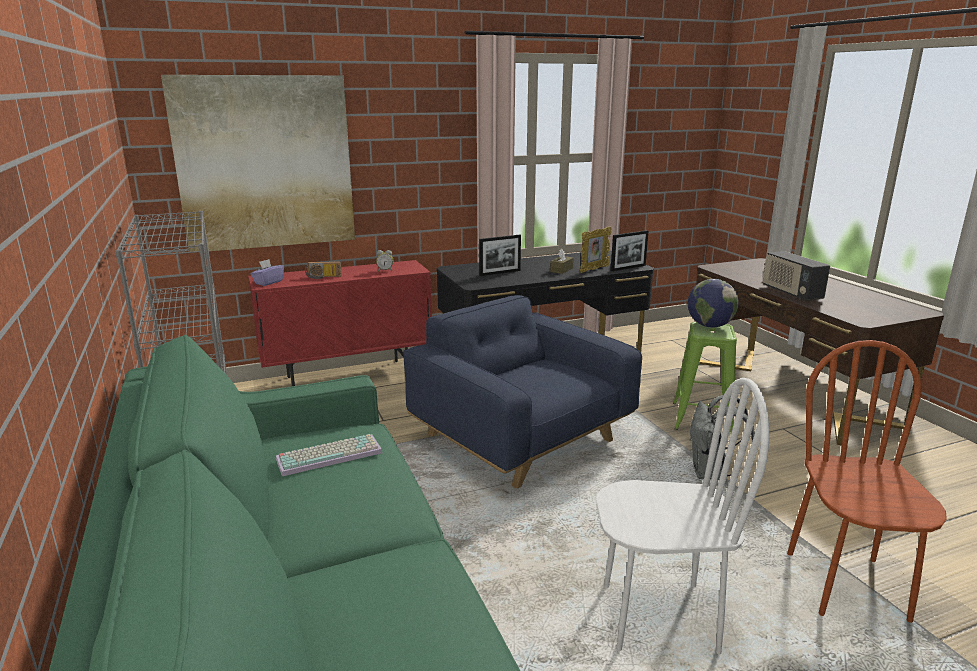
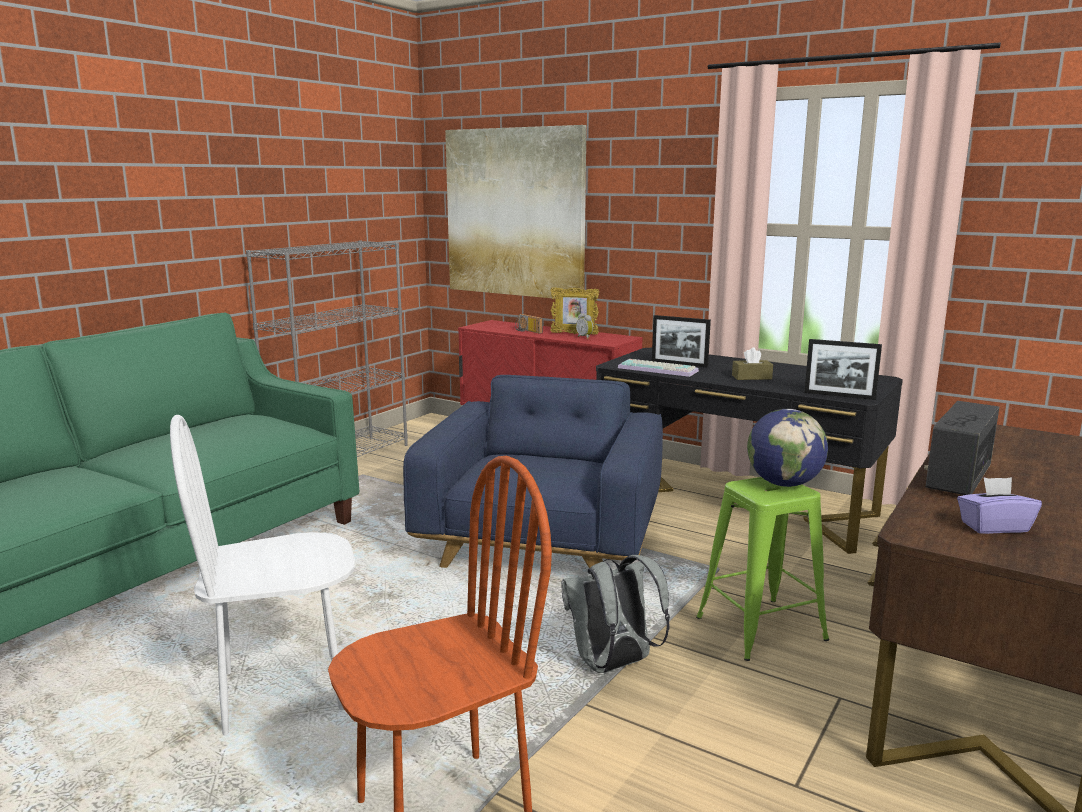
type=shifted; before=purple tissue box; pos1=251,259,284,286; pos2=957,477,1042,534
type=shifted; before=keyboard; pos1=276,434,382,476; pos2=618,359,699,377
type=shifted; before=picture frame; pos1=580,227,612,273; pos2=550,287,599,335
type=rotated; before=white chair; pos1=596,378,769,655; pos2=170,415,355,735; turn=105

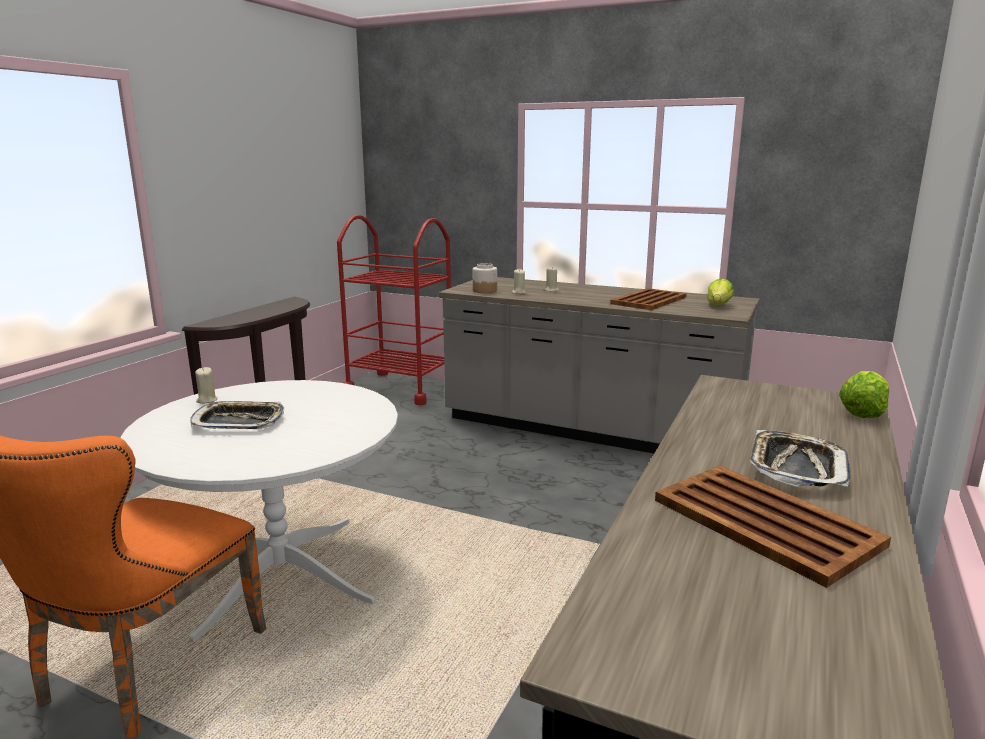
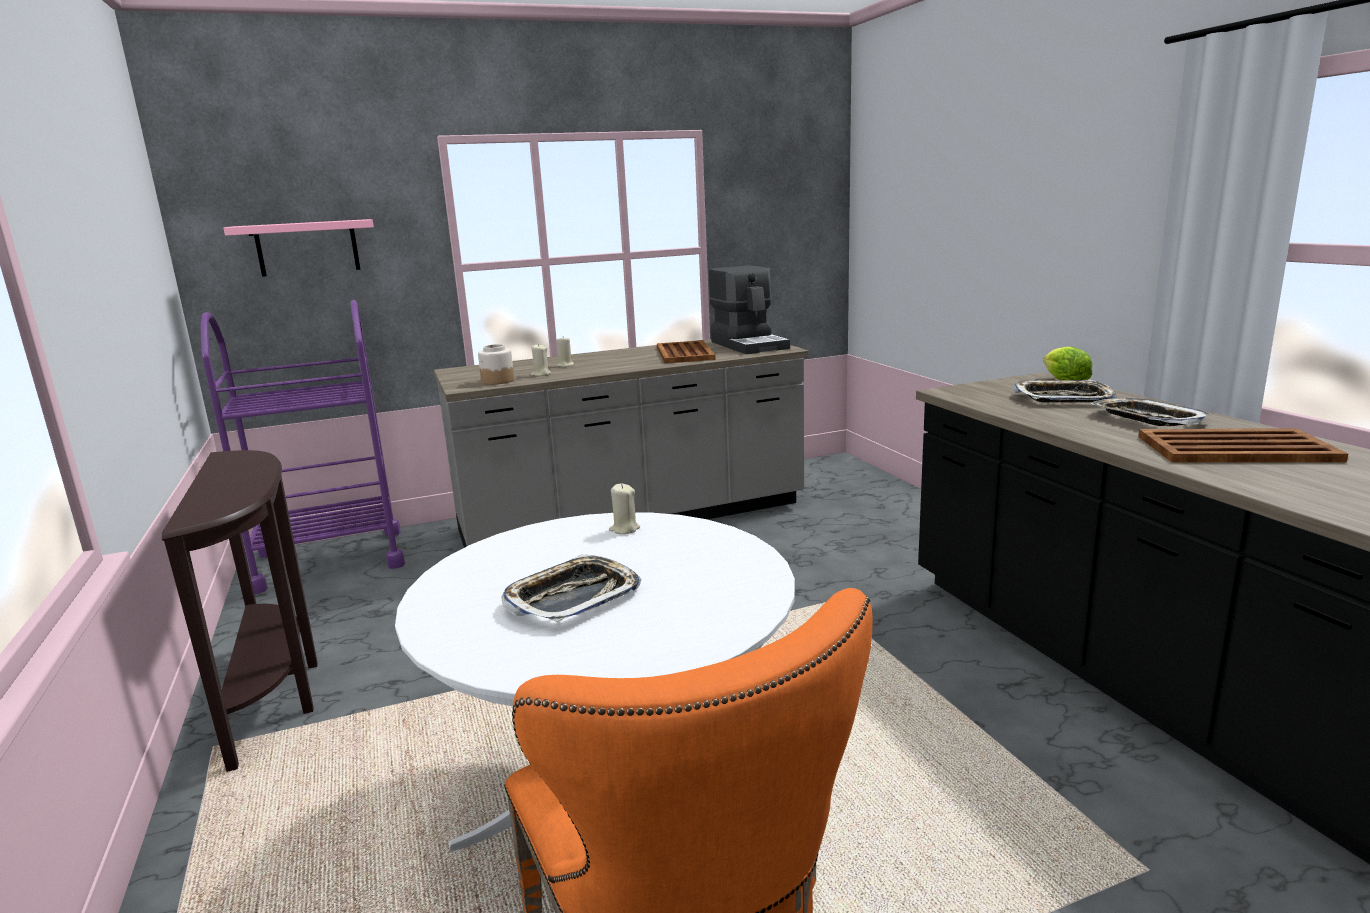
type=shifted; before=beige candle; pos1=195,367,218,404; pos2=609,483,640,534
type=repainted; before=red cart; after=purple cart; pos1=337,215,451,405; pos2=201,300,405,594
type=swapped; before=lettuce; after=coffee machine; pos1=707,278,734,305; pos2=709,265,790,354
type=new; after=pink shelf; pos2=224,219,374,277
type=new; after=tray; pos2=1011,380,1117,403

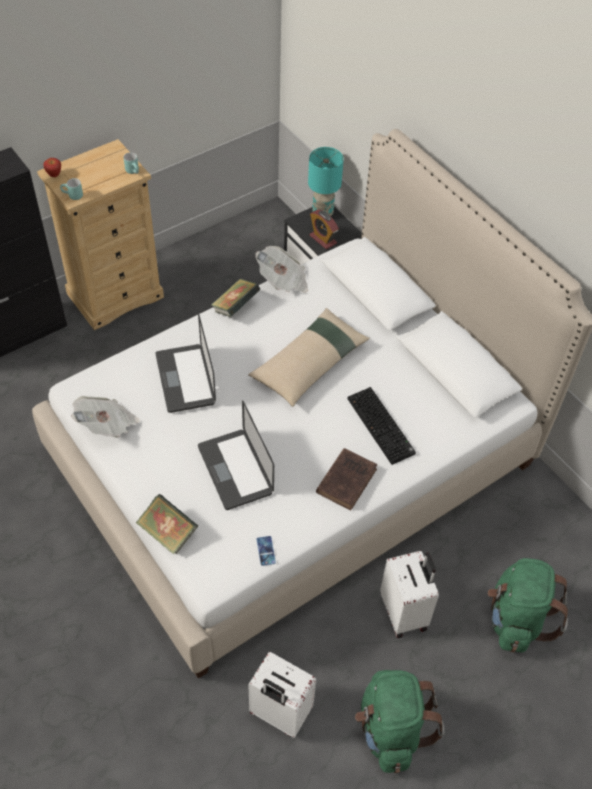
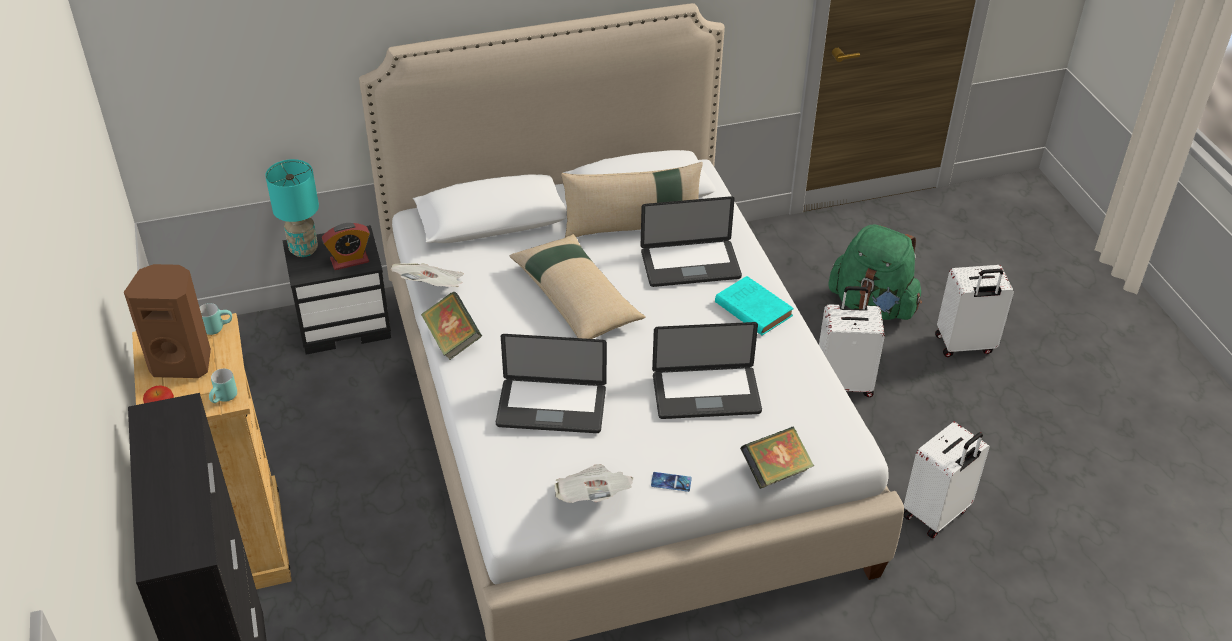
type=shifted; before=phone; pos1=257,536,276,566; pos2=651,472,692,492
type=repainted; before=brown book; after=turquoise book; pos1=316,448,378,510; pos2=715,276,794,336
type=swapped; before=keyboard; after=laptop; pos1=348,387,416,465; pos2=641,196,742,287
type=gone; before=green backpack; pos1=355,670,444,773
type=new; after=brown speaker; pos2=124,264,211,378
type=new; after=beige pillow; pos2=561,162,703,237
type=new; after=white suitcase; pos2=935,265,1014,357

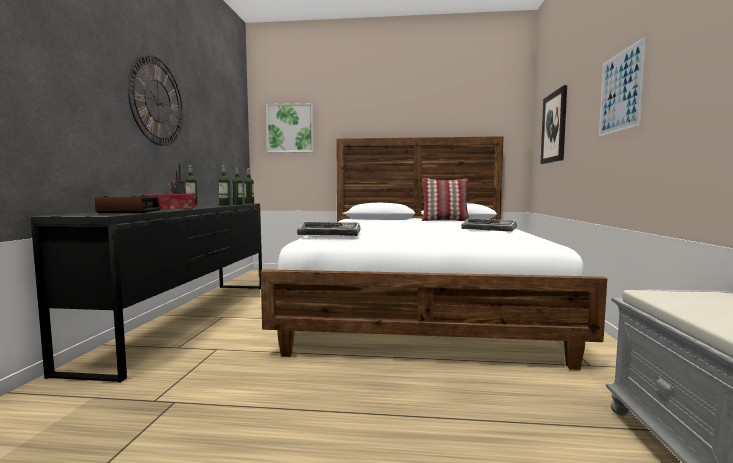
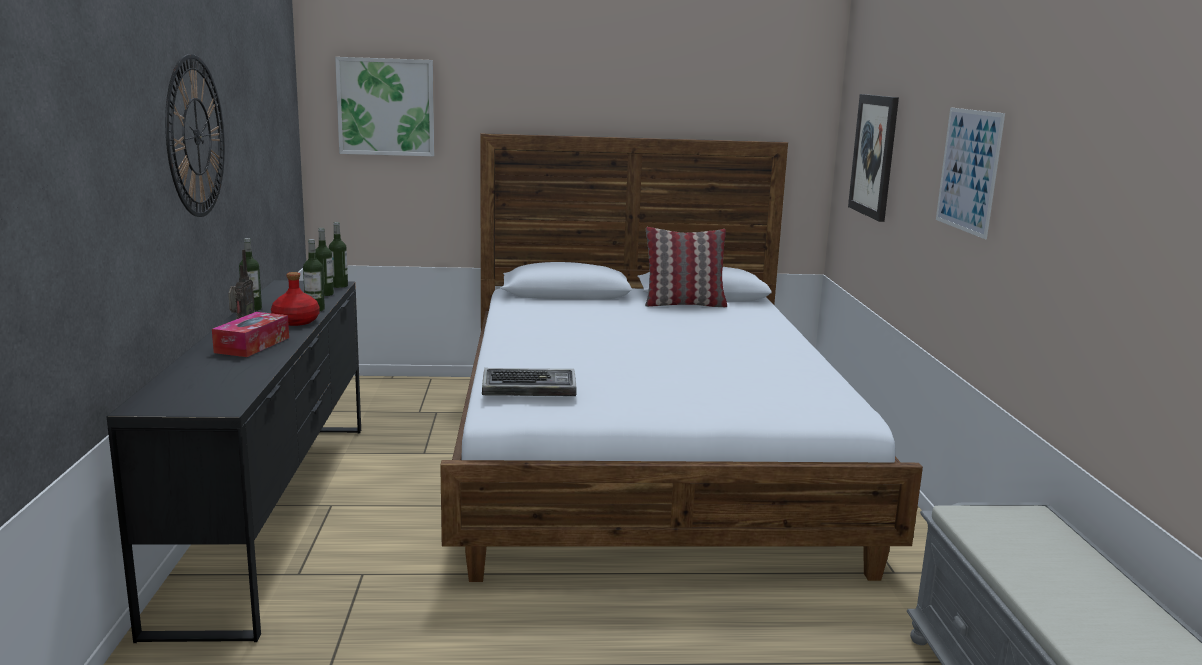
type=gone; before=alarm clock; pos1=95,195,161,213
type=gone; before=keyboard; pos1=461,218,517,232
type=new; after=red bottle; pos2=271,272,319,326

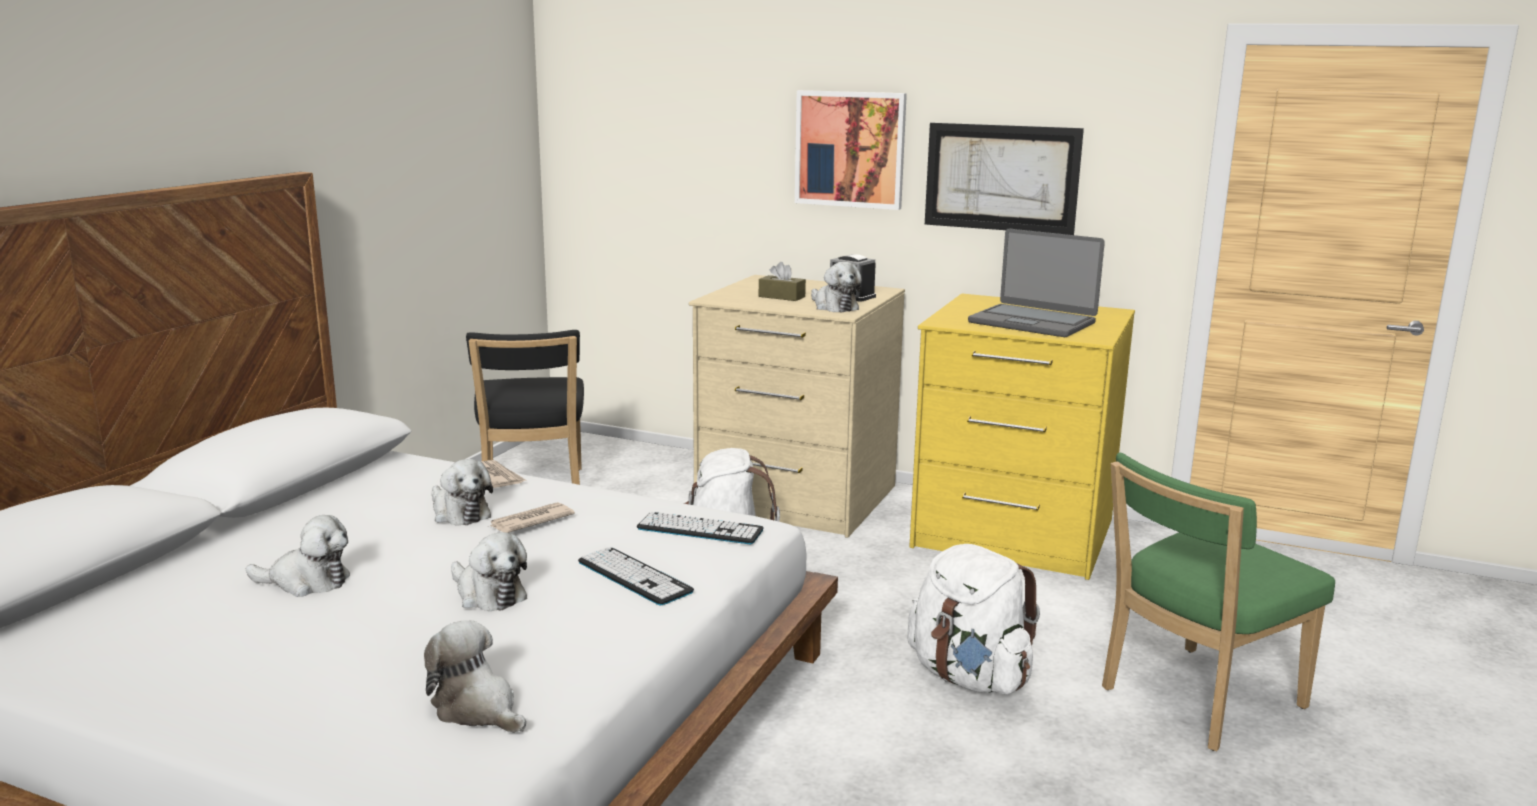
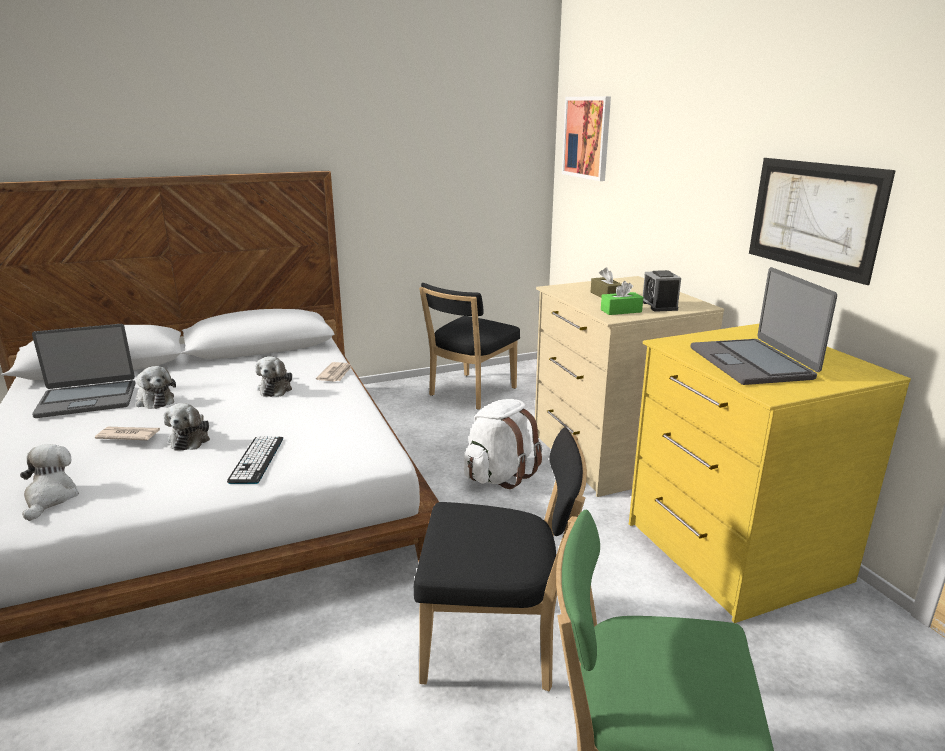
type=shifted; before=newspaper; pos1=490,502,575,533; pos2=95,427,160,440
type=gone; before=keyboard; pos1=637,512,764,544
type=shifted; before=picture; pos1=795,90,907,210; pos2=562,96,611,181
type=swapped; before=plush toy; after=green tissue box; pos1=811,262,862,312; pos2=601,281,644,315
type=swapped; before=white backpack; after=black chair; pos1=907,544,1040,695; pos2=414,428,587,691
type=new; after=laptop; pos2=32,324,136,418

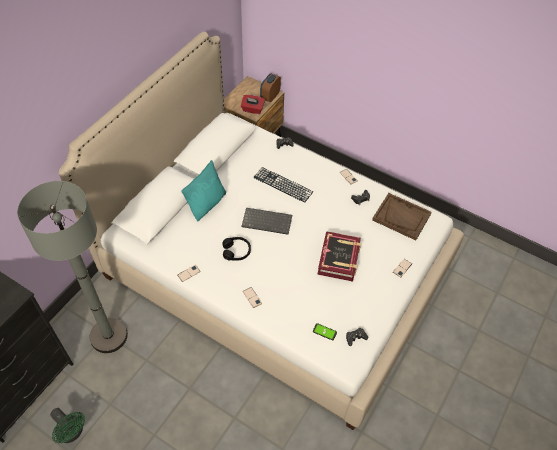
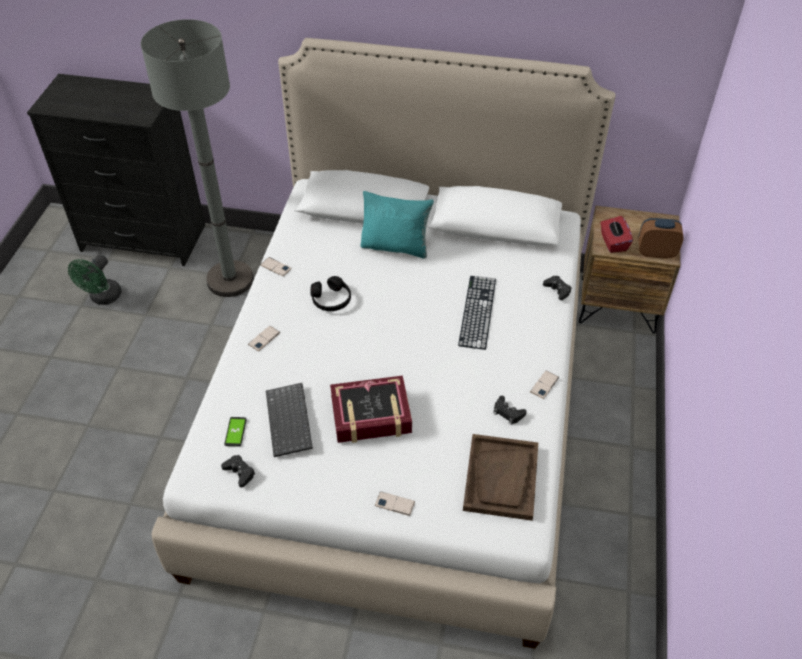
type=shifted; before=keyboard; pos1=241,208,292,235; pos2=266,383,313,457

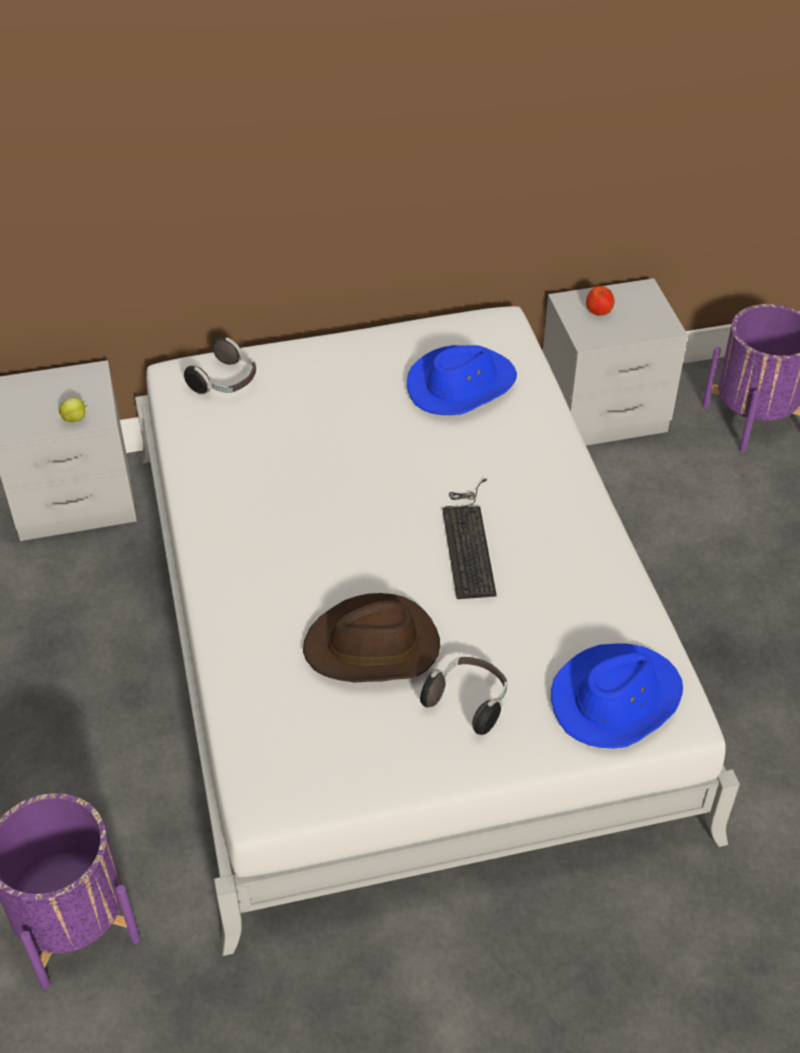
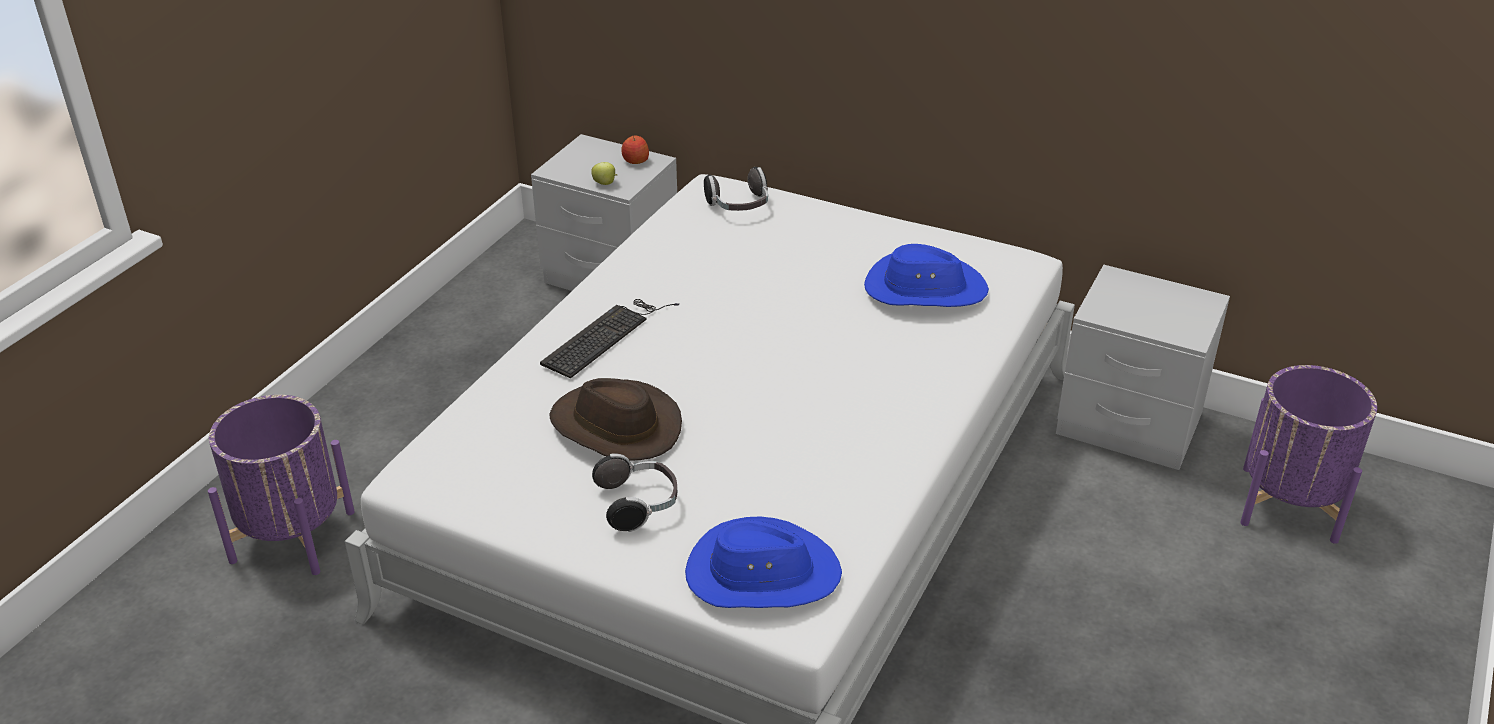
type=shifted; before=keyboard; pos1=443,479,497,599; pos2=540,299,679,379
type=shifted; before=apple; pos1=586,286,615,315; pos2=621,136,649,164

